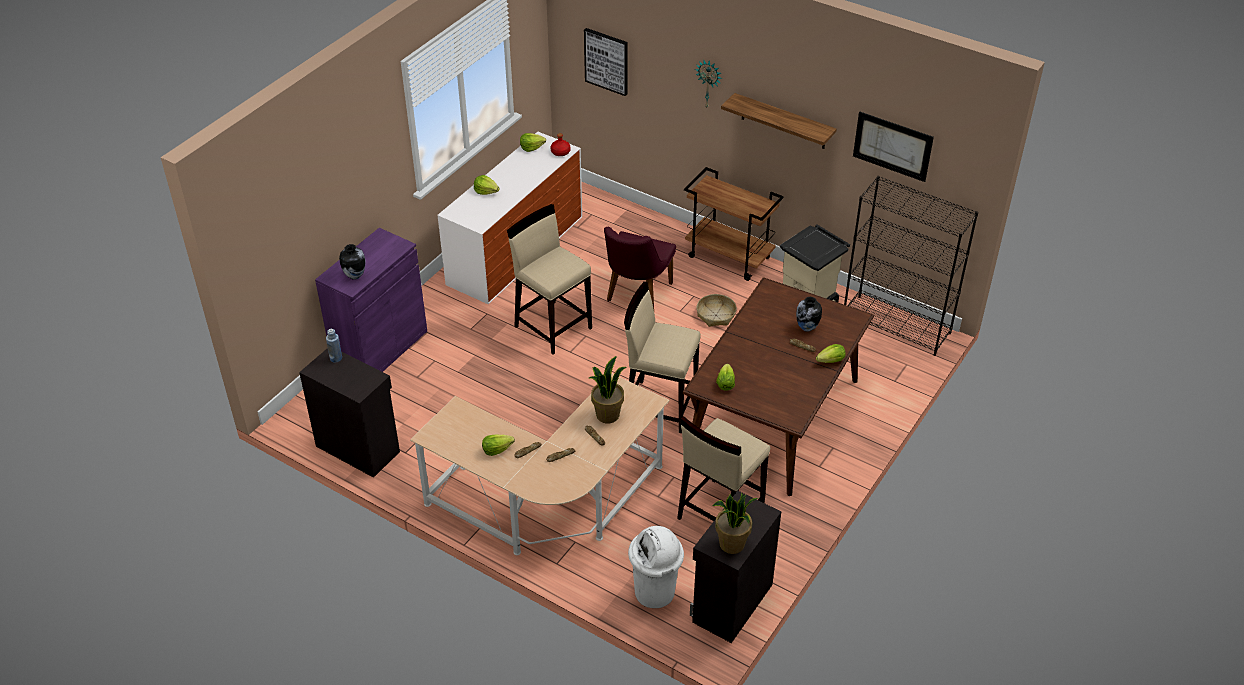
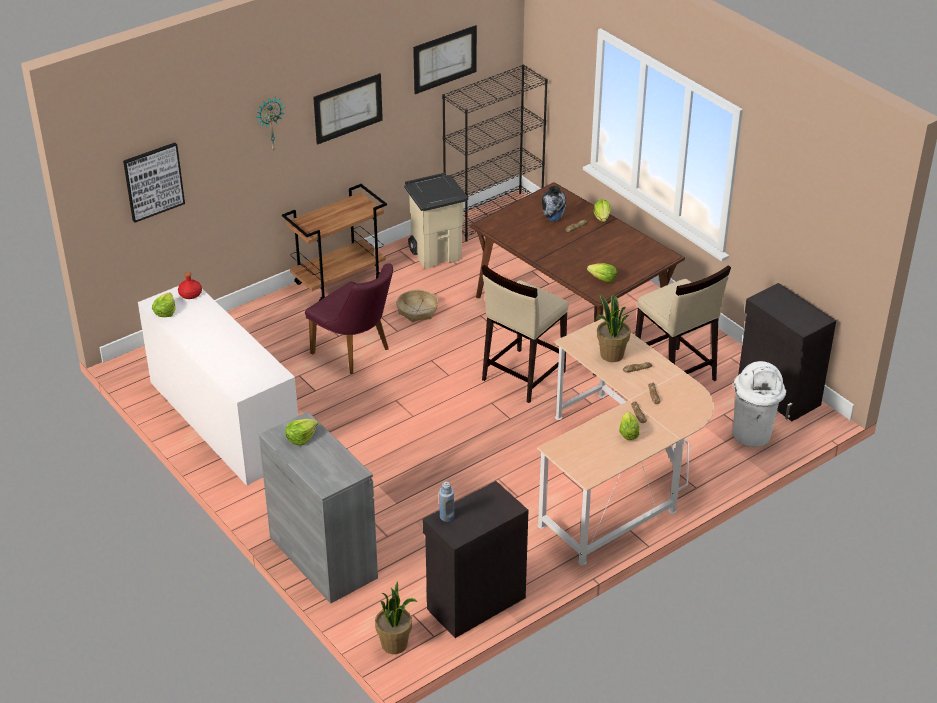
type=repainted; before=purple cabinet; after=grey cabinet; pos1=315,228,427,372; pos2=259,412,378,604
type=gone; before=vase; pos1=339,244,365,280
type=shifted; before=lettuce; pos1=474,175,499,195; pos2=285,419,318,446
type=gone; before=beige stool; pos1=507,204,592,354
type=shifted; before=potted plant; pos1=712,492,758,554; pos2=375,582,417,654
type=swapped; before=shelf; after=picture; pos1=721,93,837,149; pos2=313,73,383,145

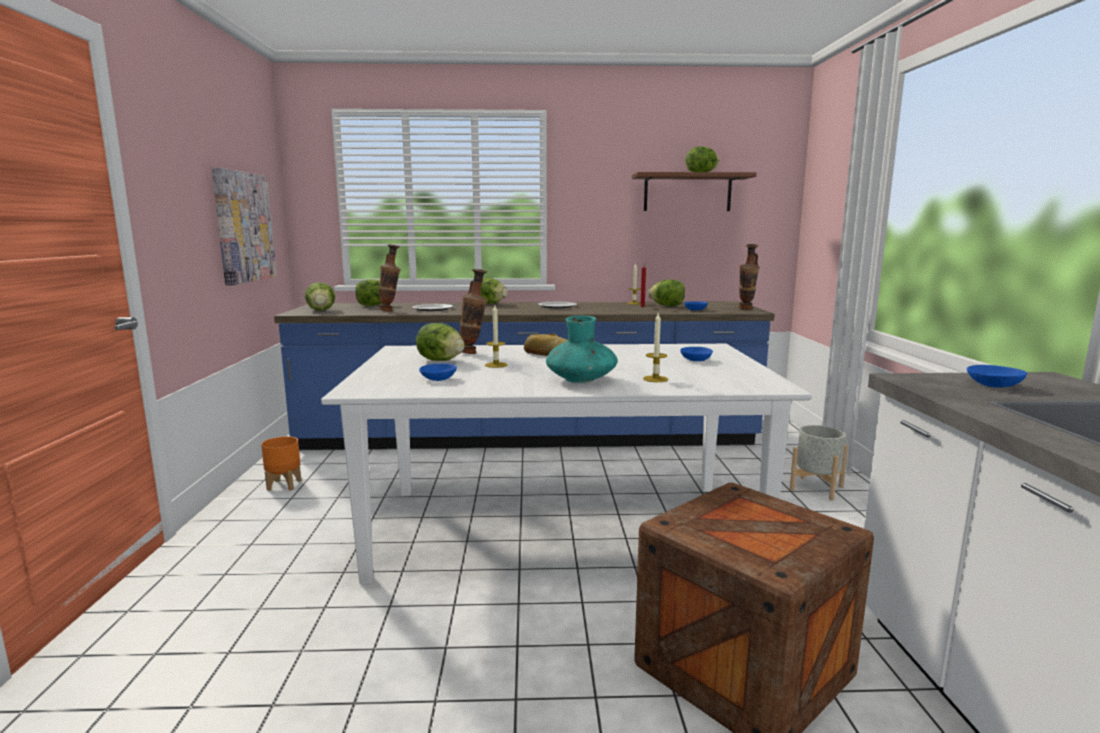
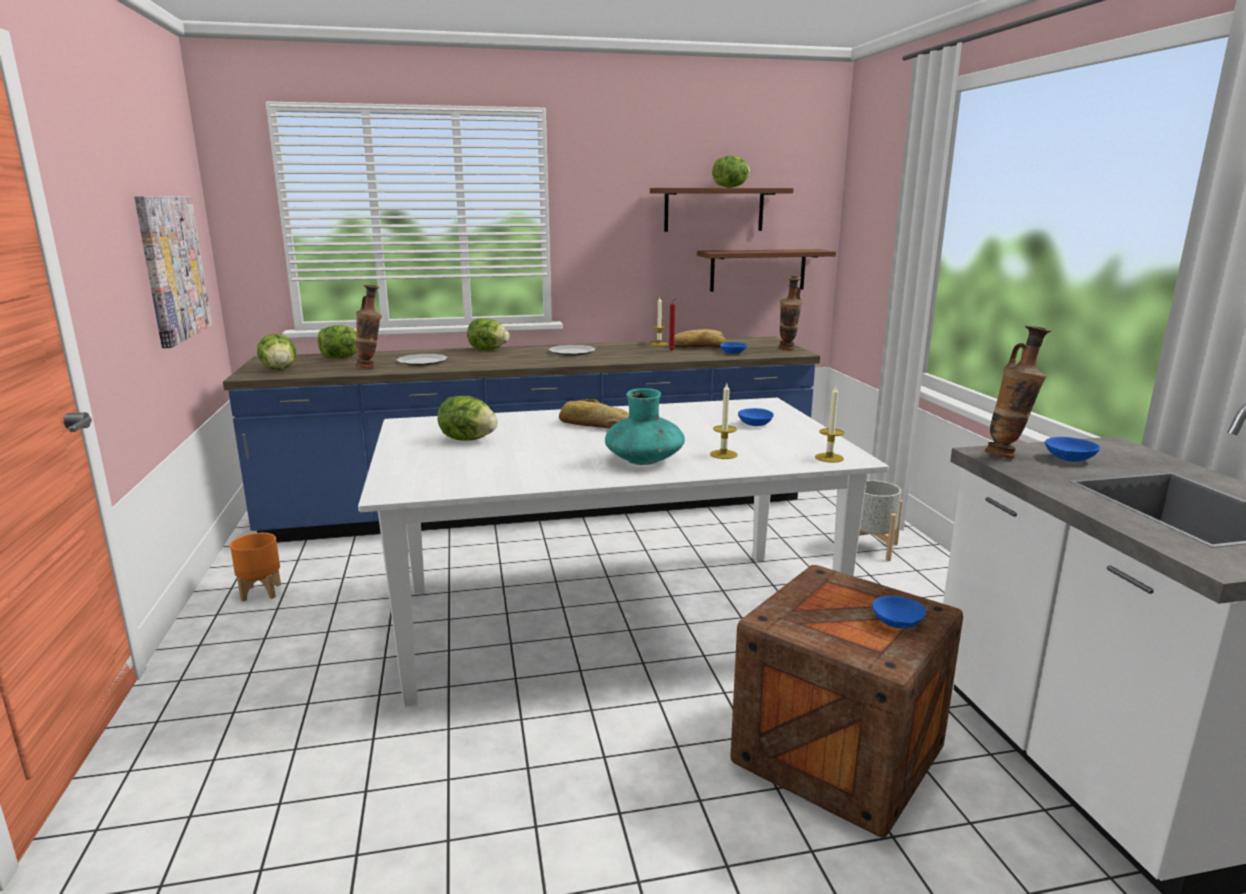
type=shifted; before=blue bowl; pos1=419,364,457,381; pos2=872,596,926,629
type=shifted; before=vase; pos1=460,269,487,354; pos2=985,326,1052,459
type=shifted; before=candle; pos1=485,305,507,368; pos2=815,385,844,463
type=swapped; before=lettuce; after=bread; pos1=648,280,685,306; pos2=674,329,727,348
type=new; after=brown shelf; pos2=697,249,836,292

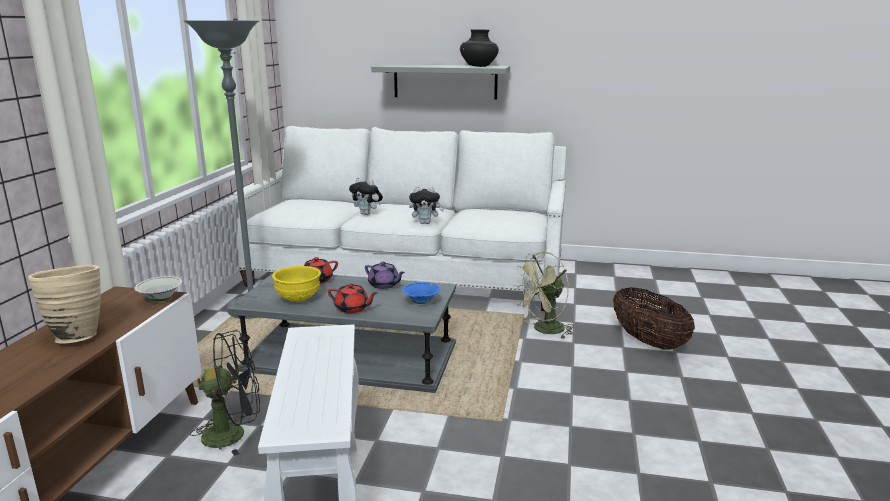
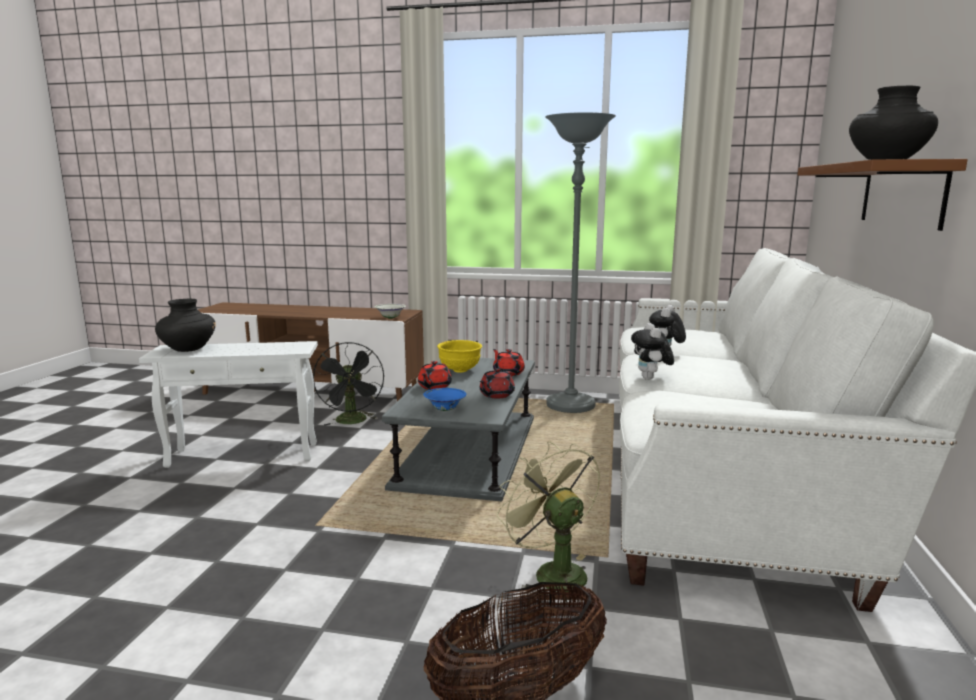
type=gone; before=beige vase; pos1=28,265,101,344
type=repainted; before=purple teapot; after=red teapot; pos1=365,262,405,289; pos2=480,368,515,399
type=repainted; before=grey shelf; after=brown shelf; pos1=371,64,510,99; pos2=798,159,968,231
type=new; after=black vase; pos2=155,299,216,352

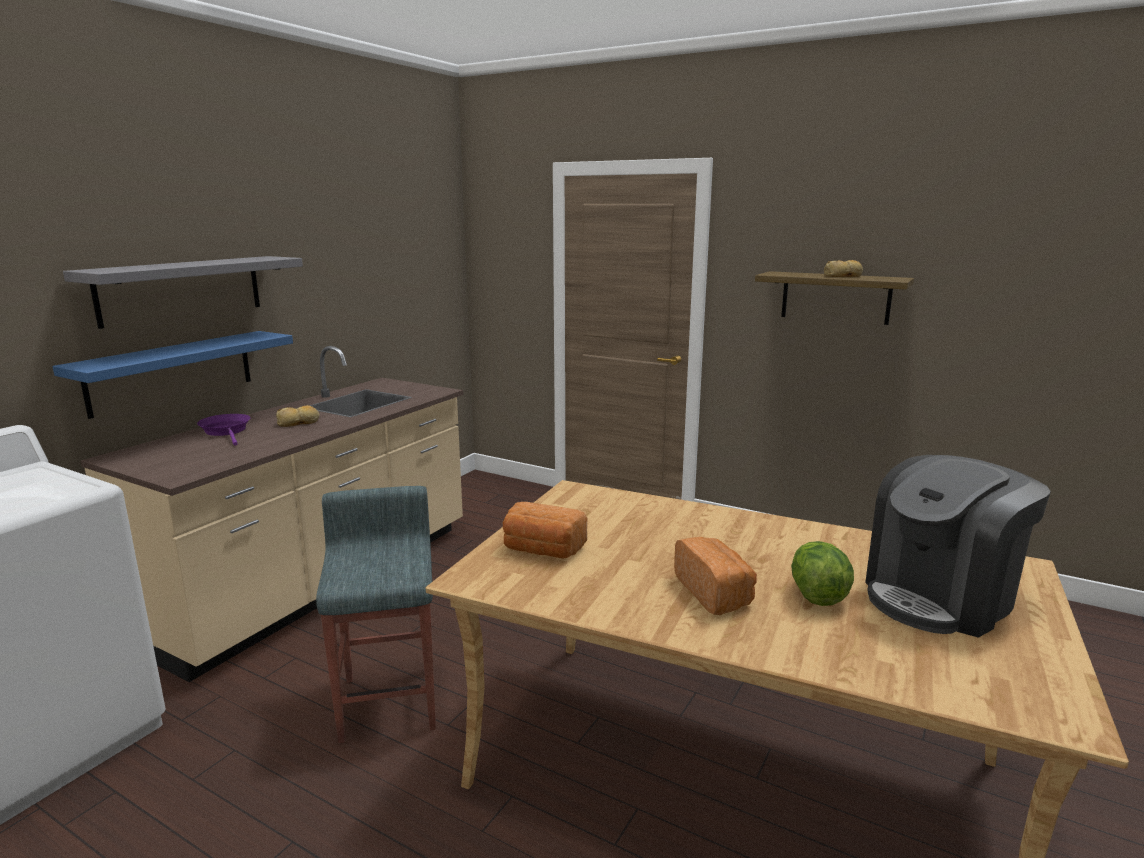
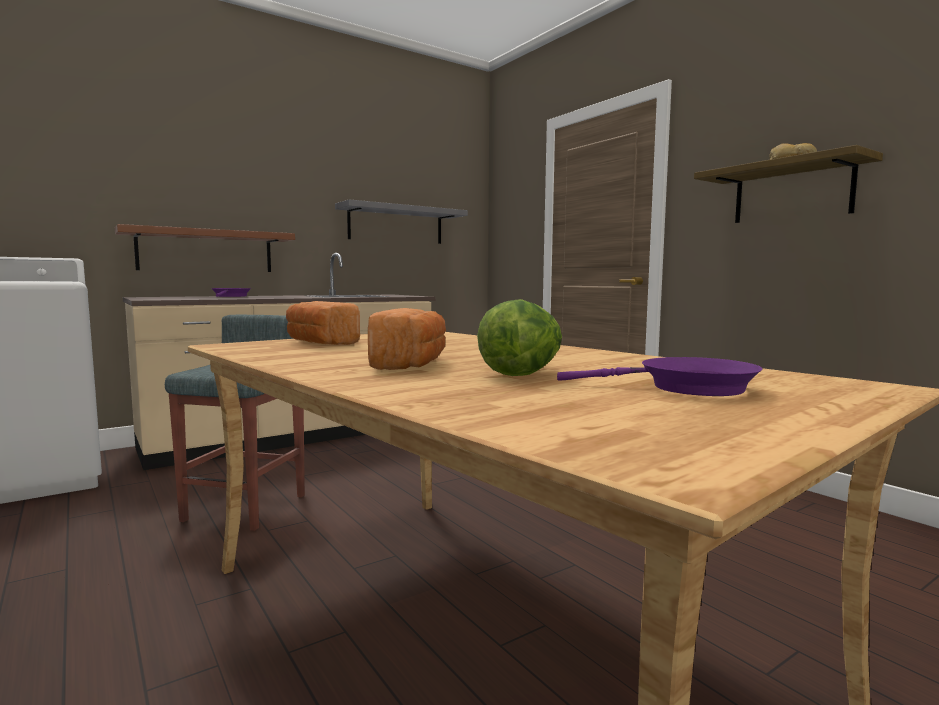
type=repainted; before=blue shelf; after=brown shelf; pos1=52,331,293,419; pos2=115,224,295,272
type=shifted; before=grey shelf; pos1=63,256,303,329; pos2=335,199,468,244
type=gone; before=bread; pos1=276,405,319,427
type=swapped; before=coffee machine; after=purple frying pan; pos1=865,455,1051,638; pos2=557,357,763,396

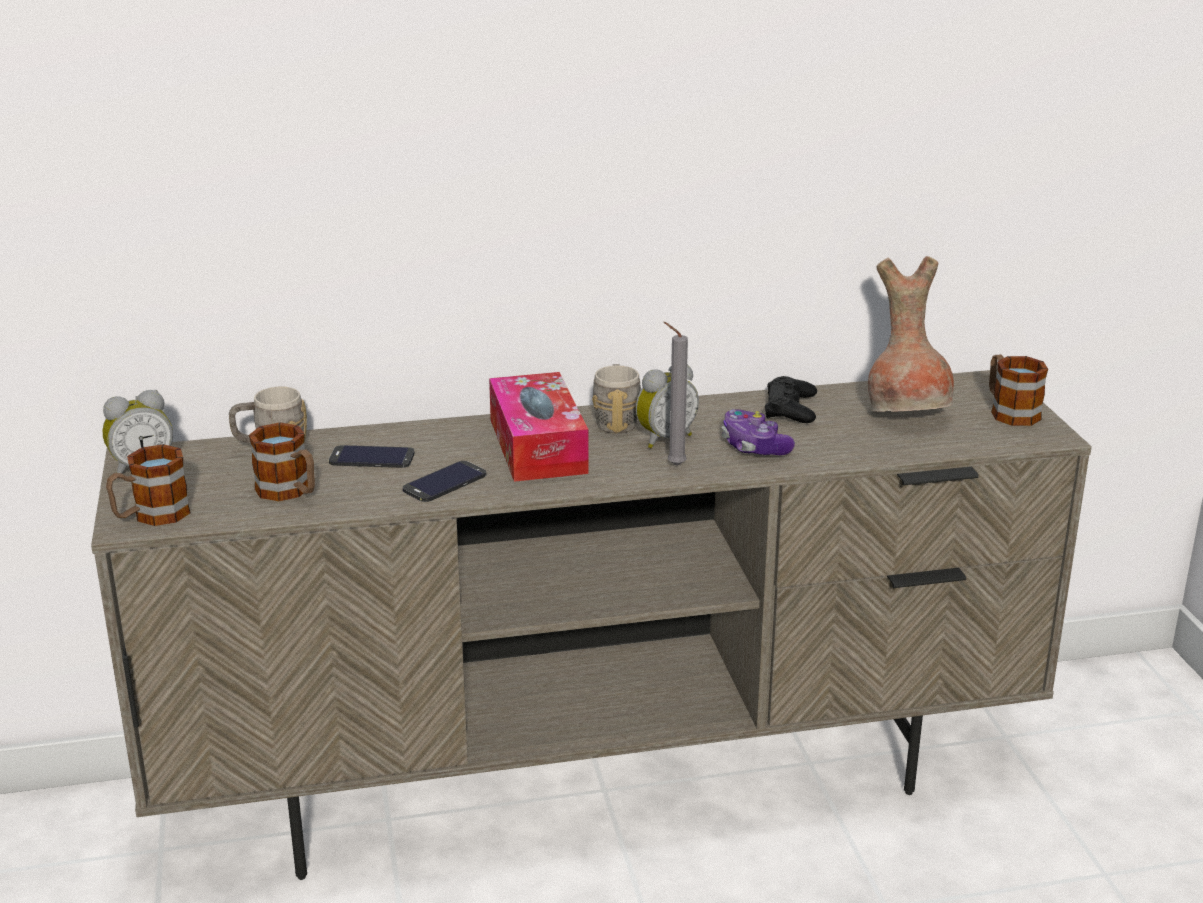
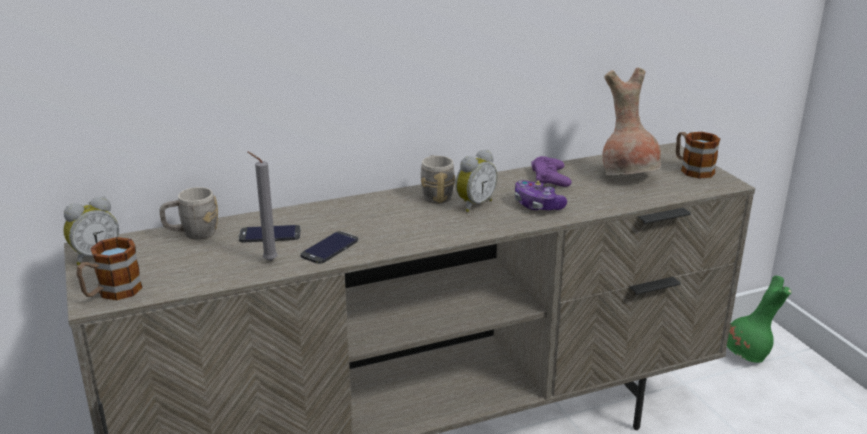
type=gone; before=mug; pos1=249,423,315,501
type=gone; before=tissue box; pos1=489,372,589,482
type=shifted; before=grey candle; pos1=664,322,688,466; pos2=247,152,277,261
type=repainted; before=black game controller; after=purple game controller; pos1=765,376,817,423; pos2=531,156,572,187
type=new; after=green vase; pos2=727,276,791,363

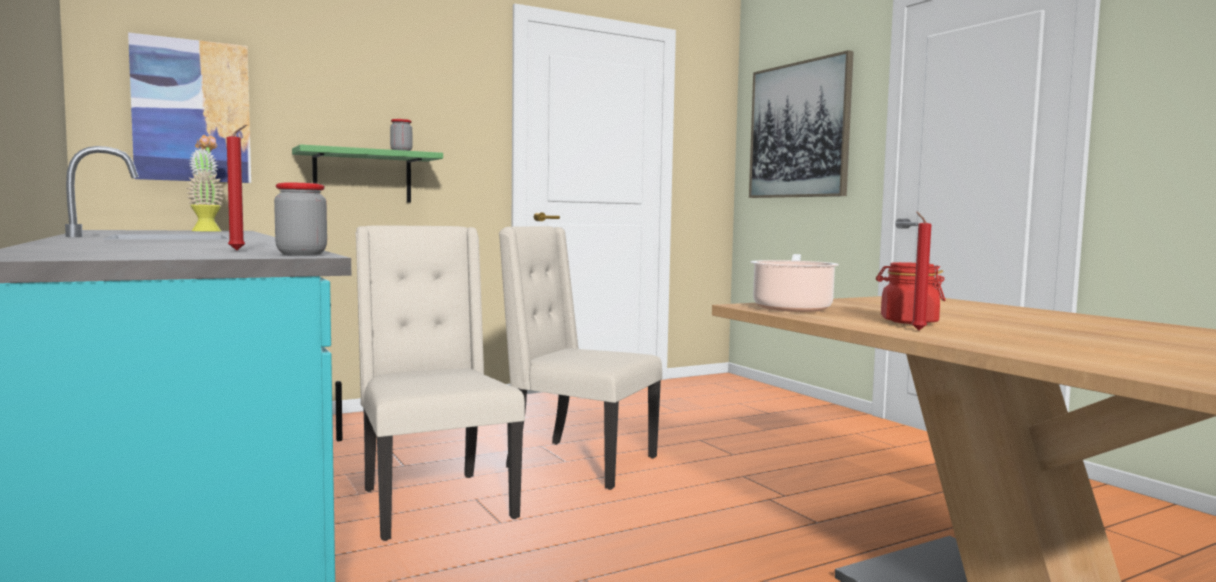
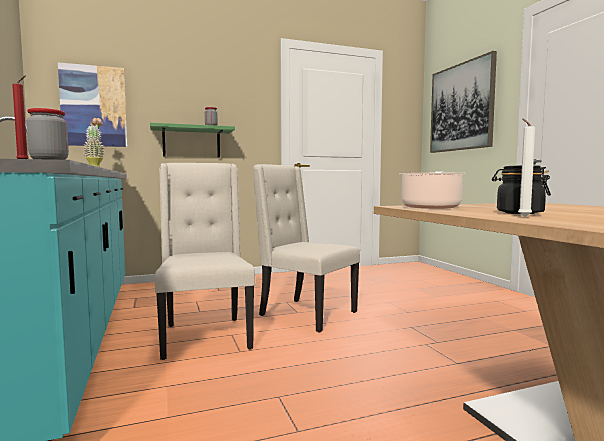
type=repainted; before=red jar; after=black jar; pos1=876,262,945,324; pos2=492,165,551,214
type=repainted; before=red candle; after=white candle; pos1=911,212,931,331; pos2=518,118,536,217

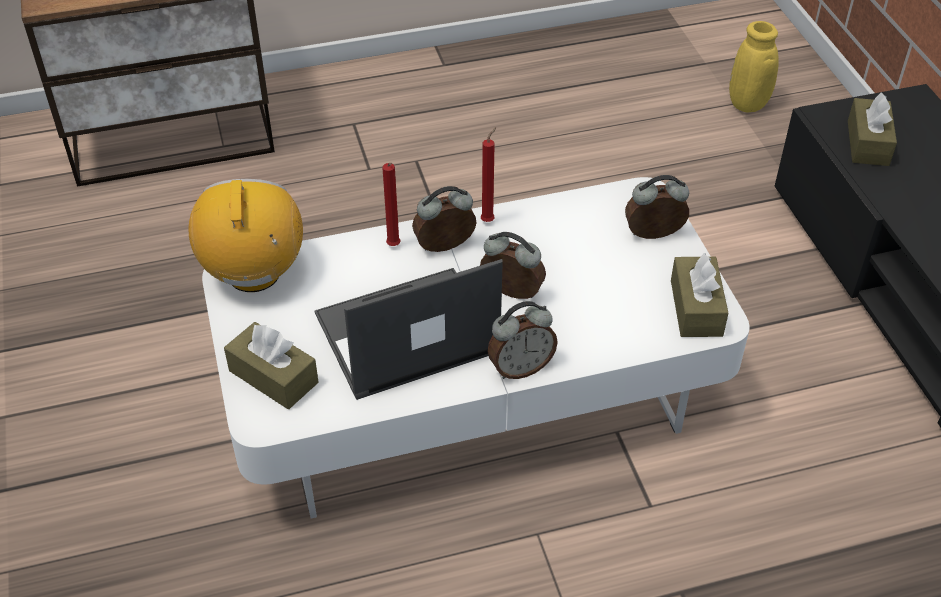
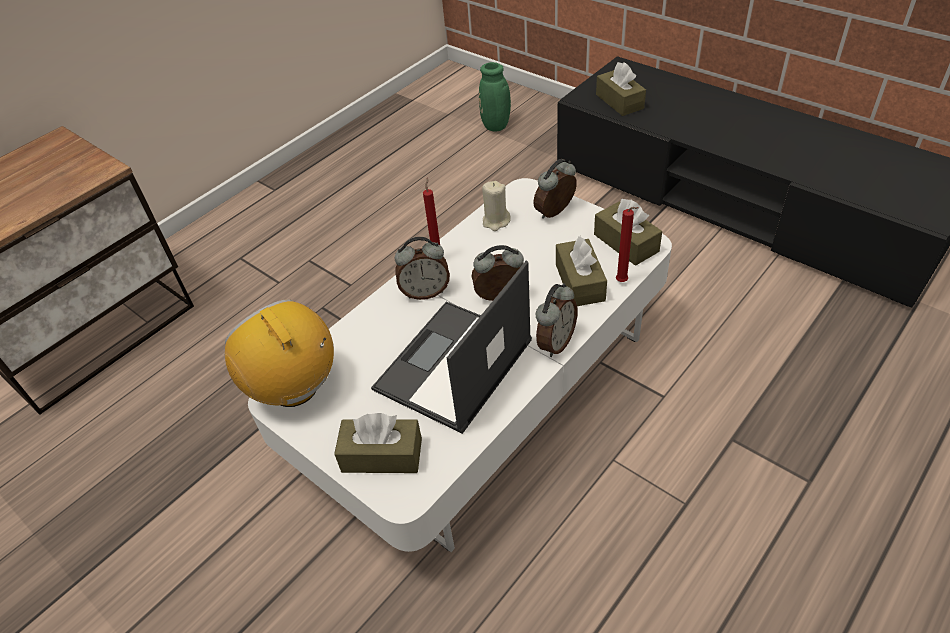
type=shifted; before=red candle; pos1=382,163,401,246; pos2=616,207,639,282
type=rotated; before=alarm clock; pos1=412,186,477,252; pos2=395,237,450,300; turn=-135
type=repainted; before=yellow vase; after=green vase; pos1=729,21,779,113; pos2=479,62,511,132
type=new; after=beige candle; pos2=482,181,511,231
type=new; after=brown tissue box; pos2=556,236,607,306

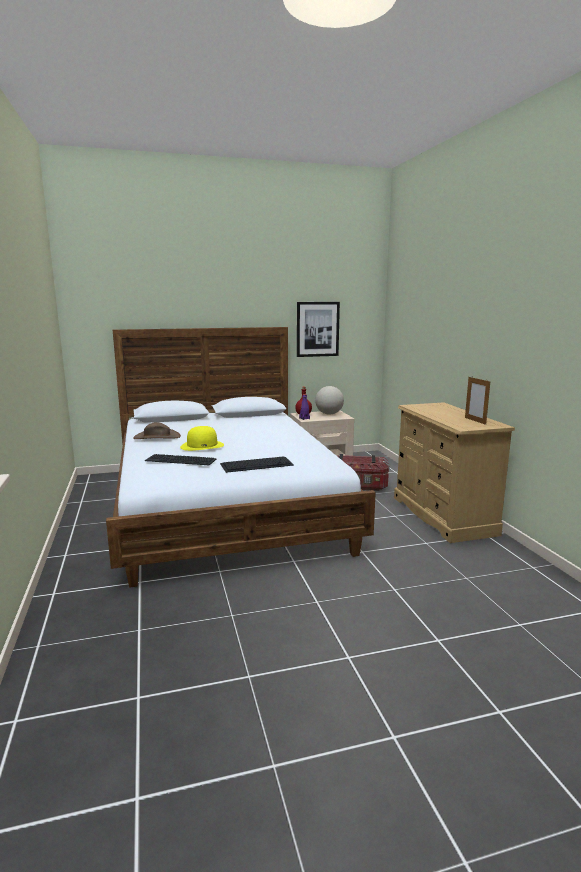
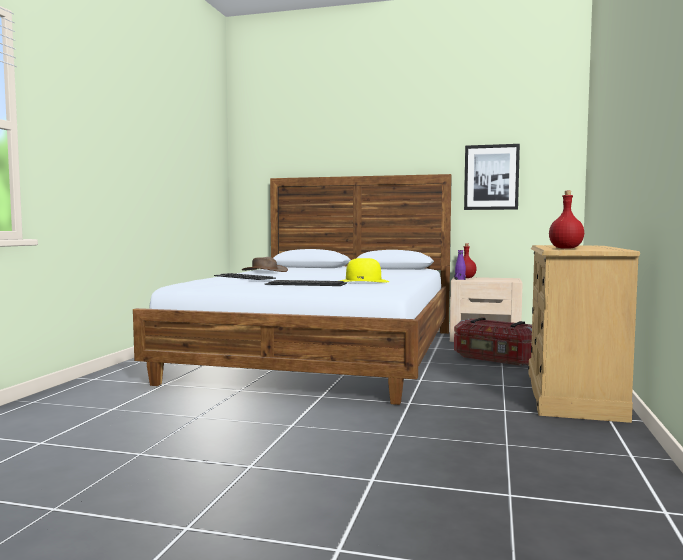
type=shifted; before=yellow hat; pos1=180,426,224,451; pos2=340,258,389,283
type=gone; before=globe; pos1=315,386,344,415
type=gone; before=picture frame; pos1=465,377,491,425
type=new; after=red bottle; pos2=549,191,584,249

